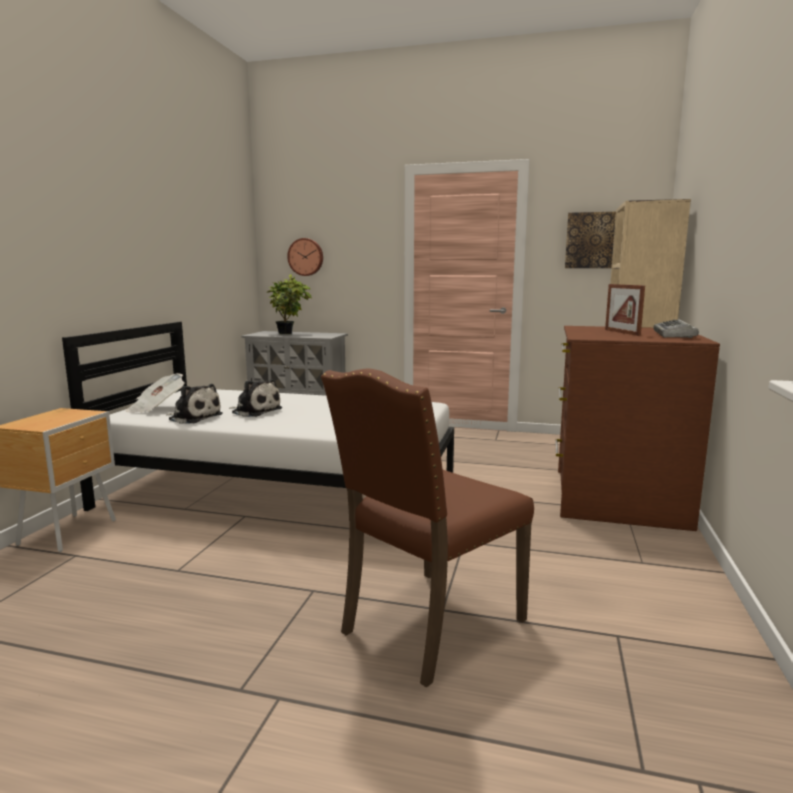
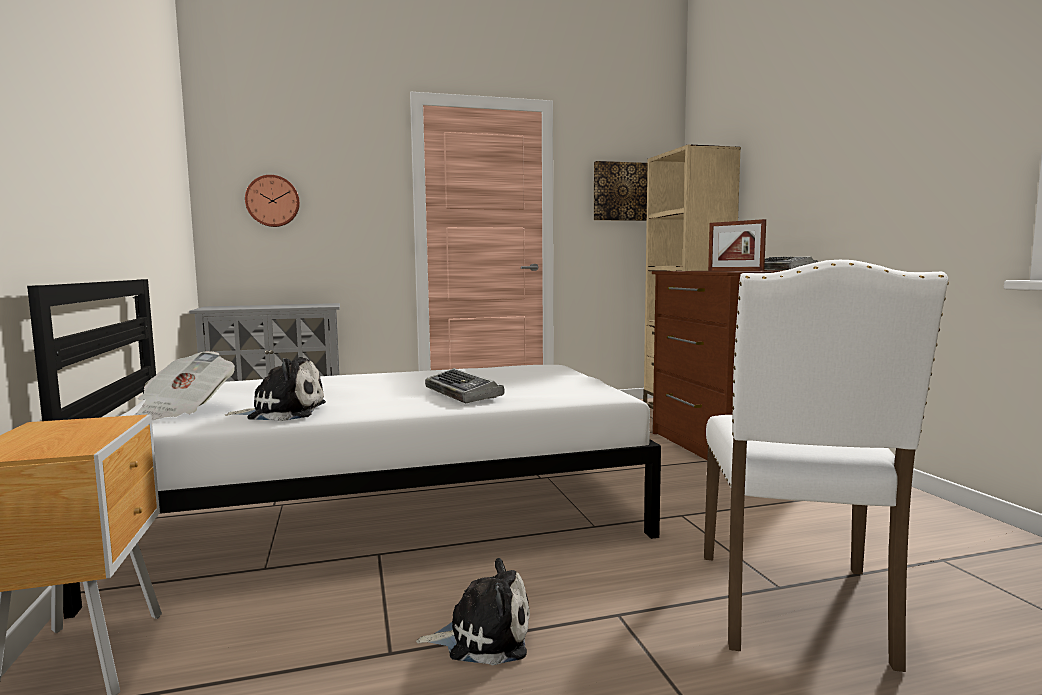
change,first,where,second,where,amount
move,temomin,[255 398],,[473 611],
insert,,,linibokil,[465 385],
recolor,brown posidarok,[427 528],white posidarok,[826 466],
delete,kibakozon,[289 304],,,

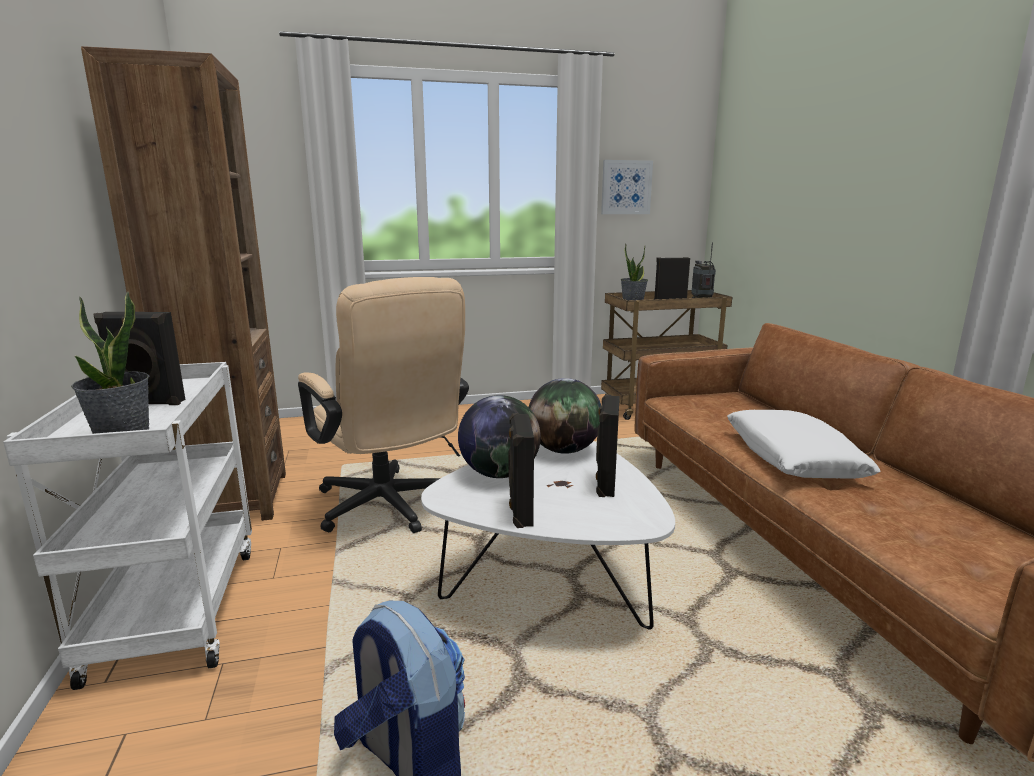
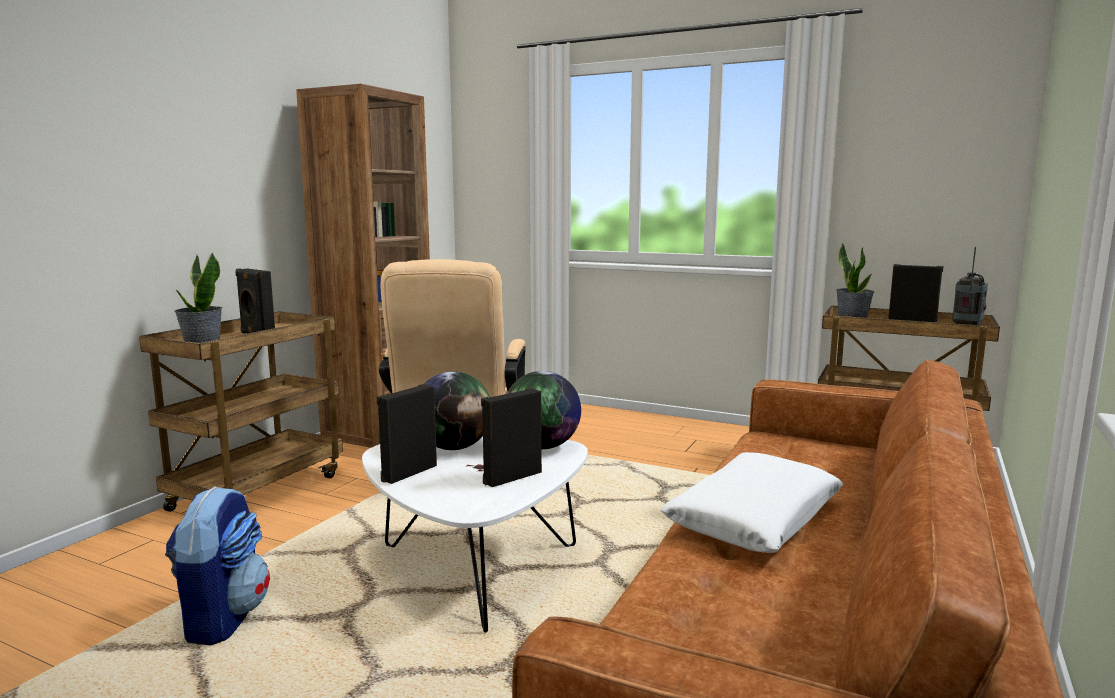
change,first,where,second,where,amount
recolor,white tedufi,[127 526],brown tedufi,[241 412],
delete,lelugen,[627 187],,,

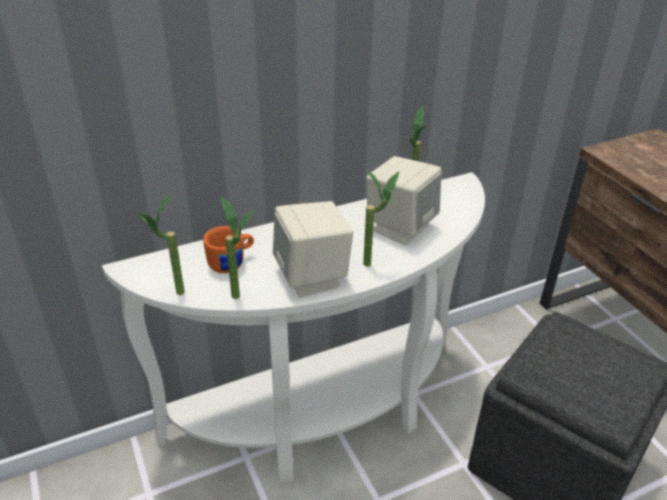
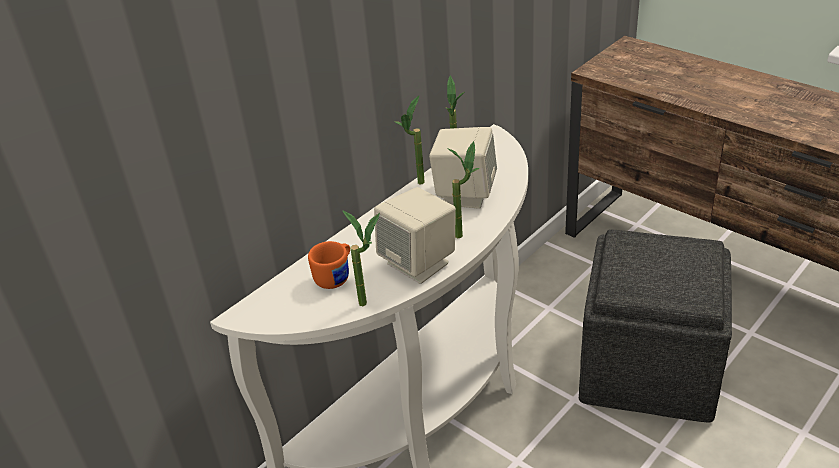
change,first,where,second,where,amount
move,kibakozon,[161 245],,[410 140],

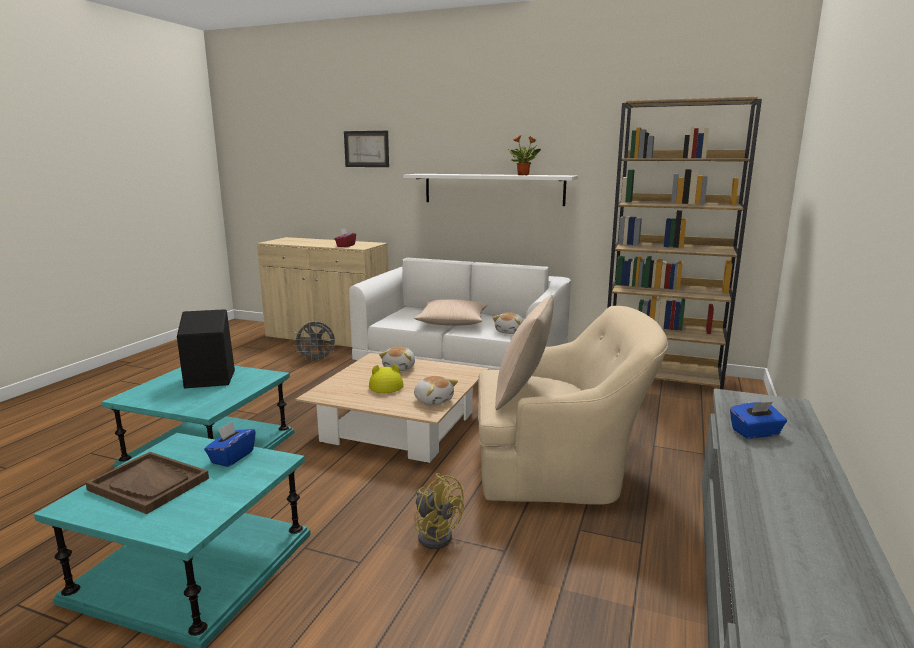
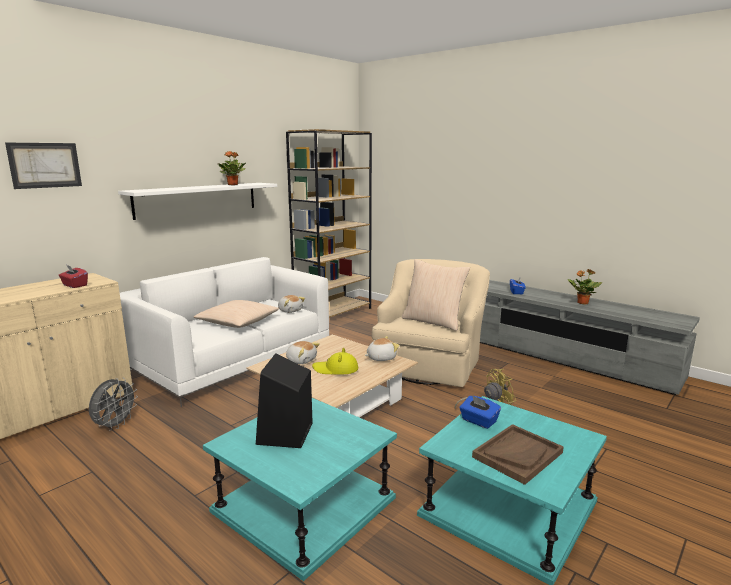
change,first,where,second,where,amount
insert,,,kibakozon,[585 287],

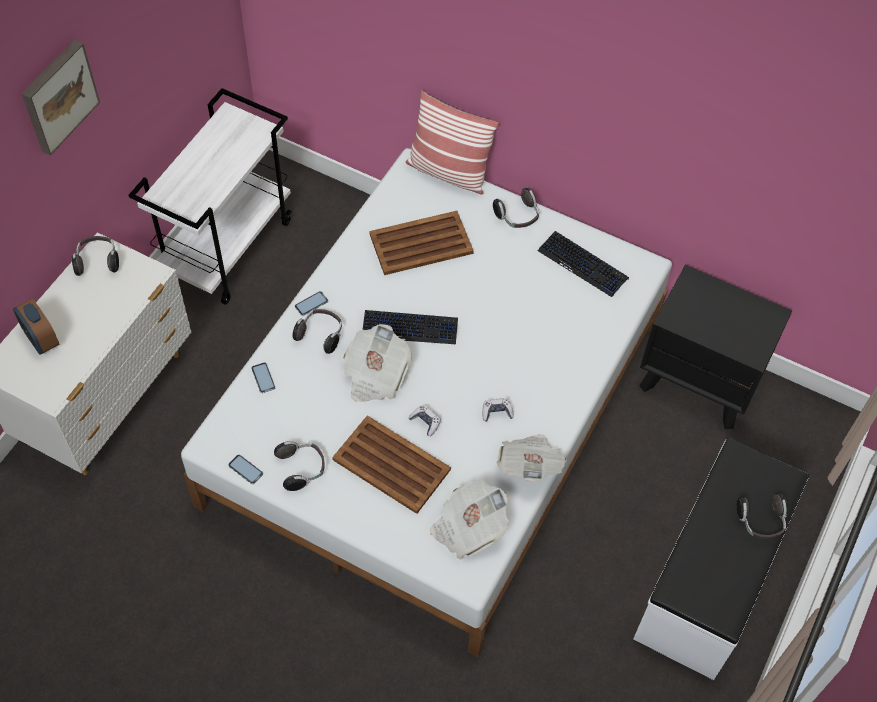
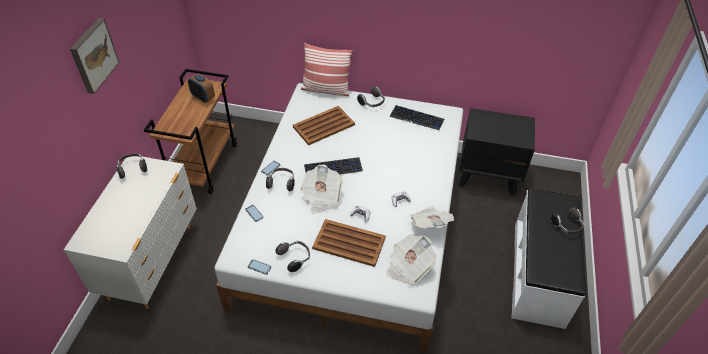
change,first,where,second,where,amount
recolor,white tedufi,[210 196],brown tedufi,[190 131],
move,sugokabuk,[36 326],,[201 88],

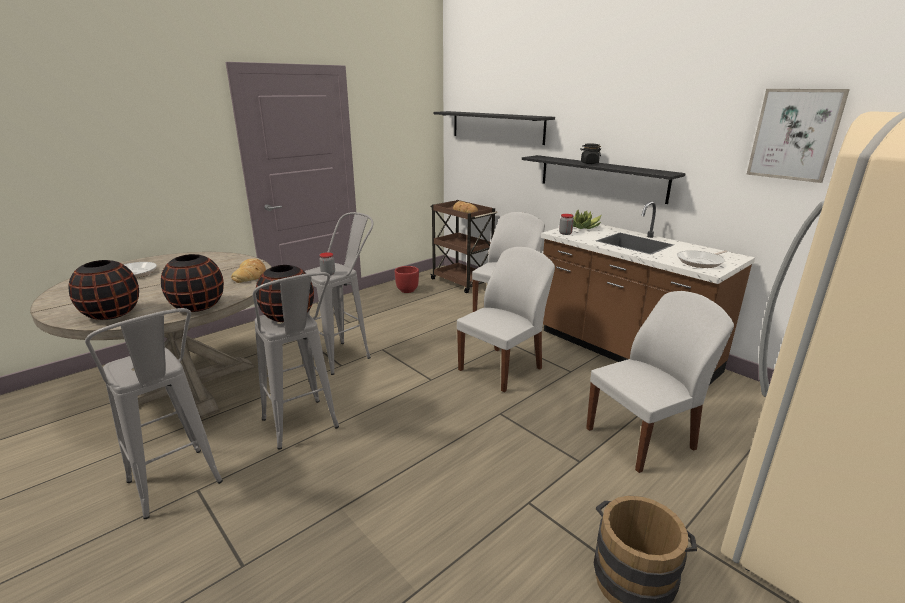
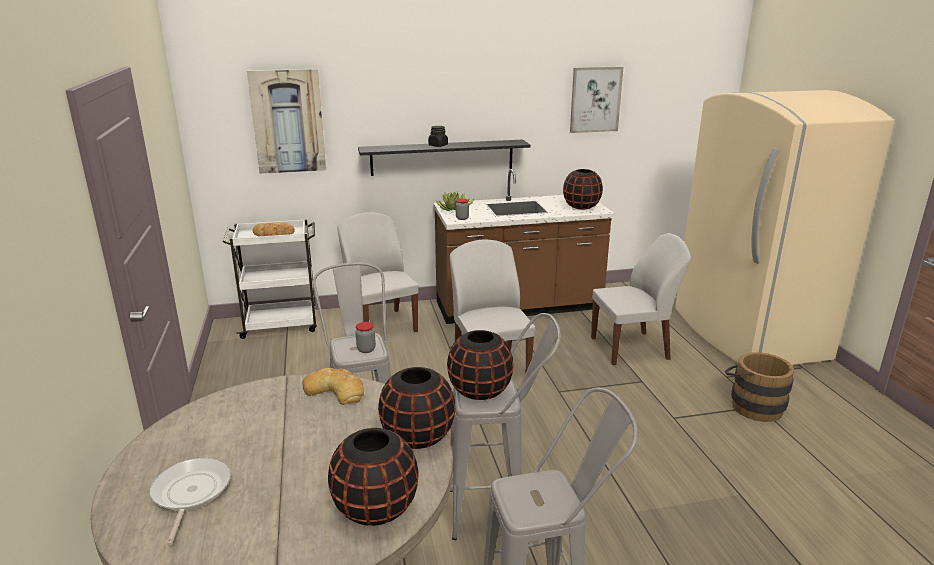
change,first,where,second,where,amount
recolor,brown tedufi,[464 246],white tedufi,[270 279],
replace,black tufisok,[494 128],lelugen,[286 121],
replace,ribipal,[702 259],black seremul,[583 189],
rotate,white posidarok,[660 382],,[641 299],75 degrees clockwise
delete,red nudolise,[407 279],,,

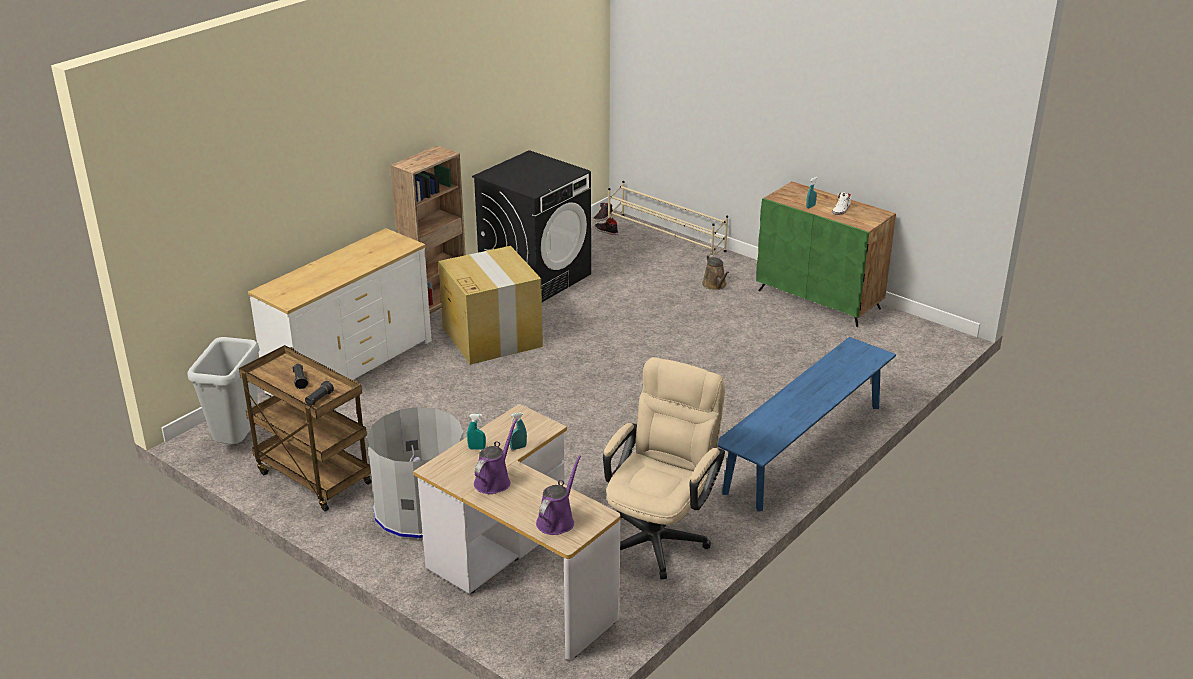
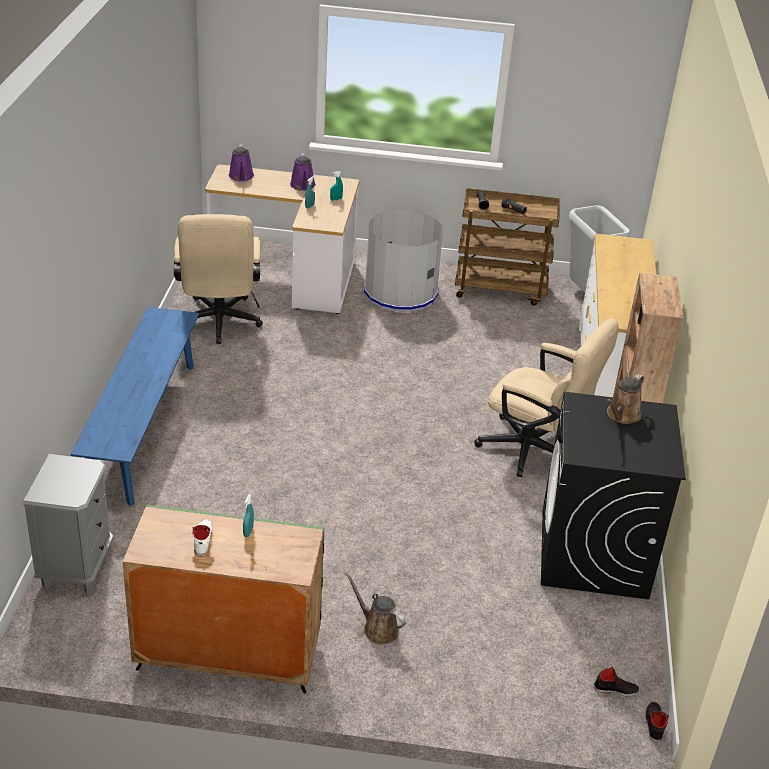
change,first,where,second,where,amount
insert,,,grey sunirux,[68 524],
replace,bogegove,[490 305],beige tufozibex,[546 397],
insert,,,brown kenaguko,[625 399],
delete,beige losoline,[668 218],,,

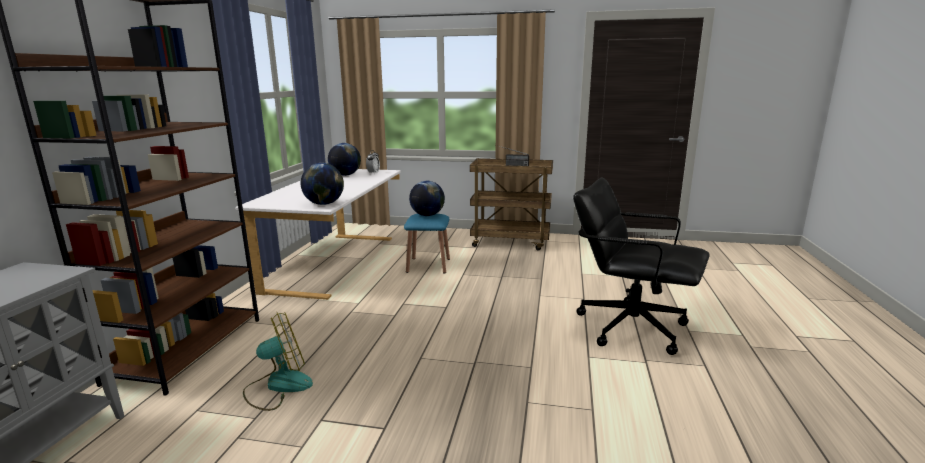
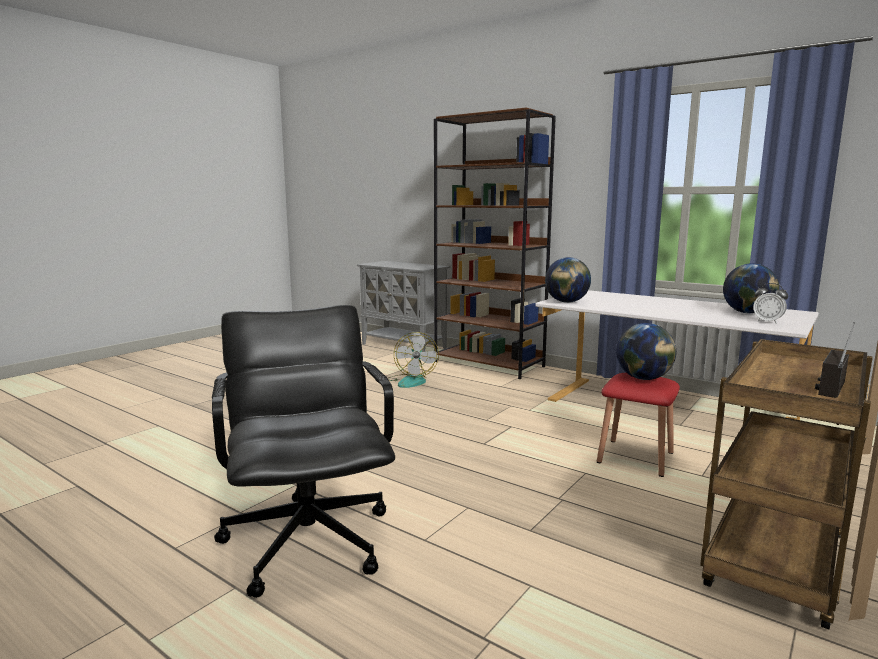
change,first,where,second,where,amount
rotate,black tufozibex,[641 266],,[303 451],75 degrees counterclockwise
recolor,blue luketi,[427 243],red luketi,[638 425],

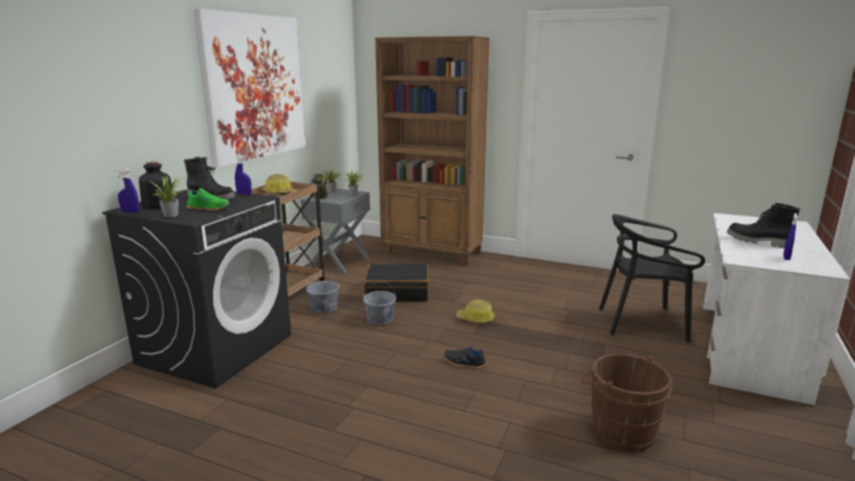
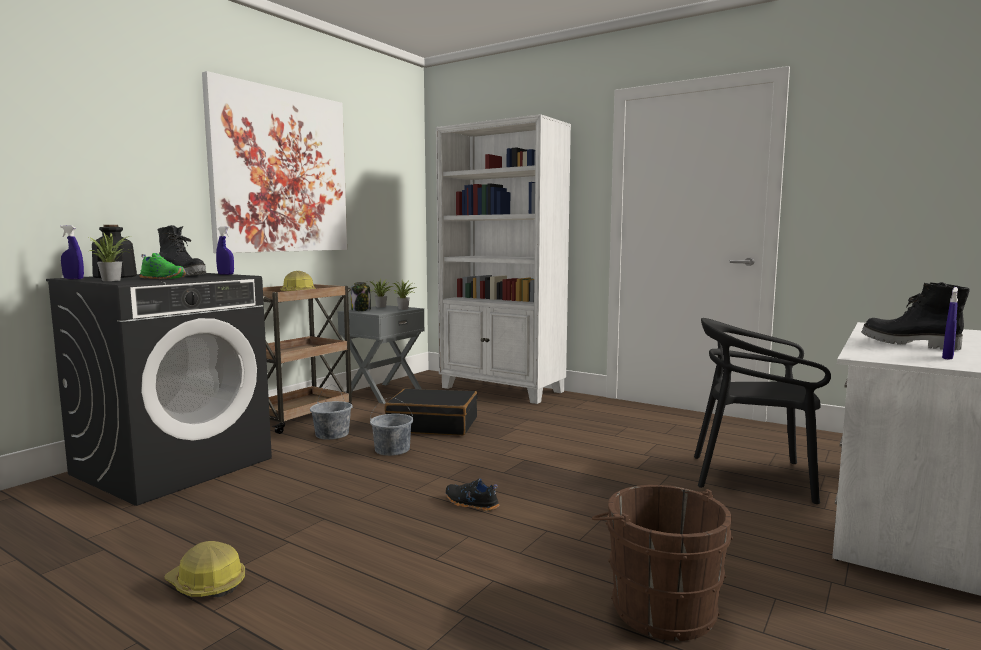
change,first,where,second,where,amount
move,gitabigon,[475 311],,[204 569],
recolor,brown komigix,[432 151],white komigix,[503 259],

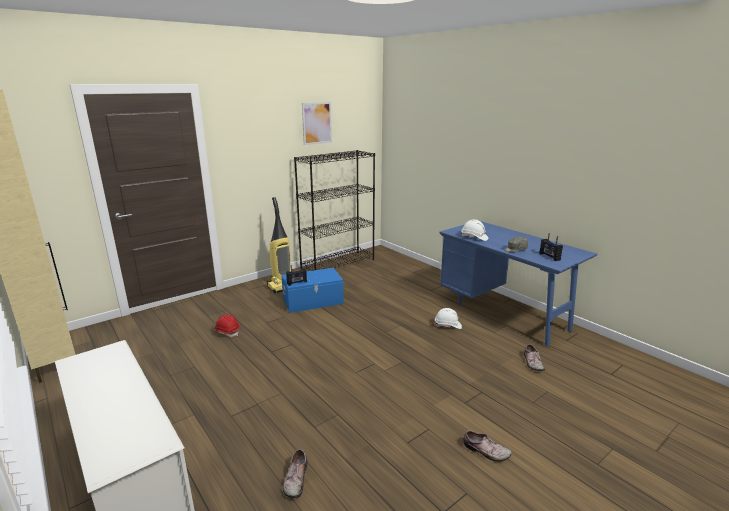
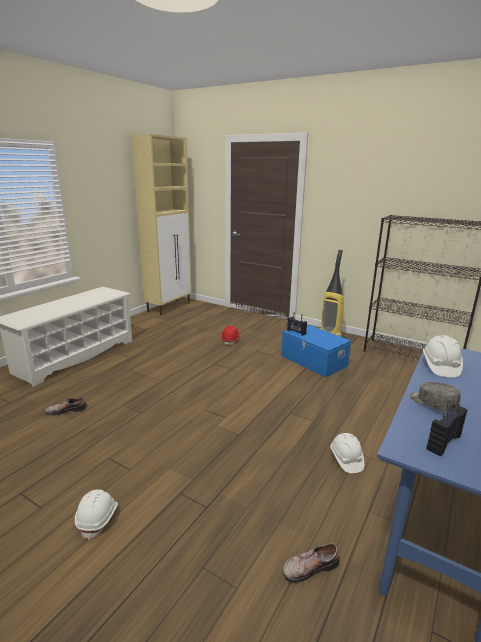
change,first,where,second,where,amount
replace,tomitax,[487 446],white gitabigon,[96 514],
delete,lelugen,[317 123],,,

